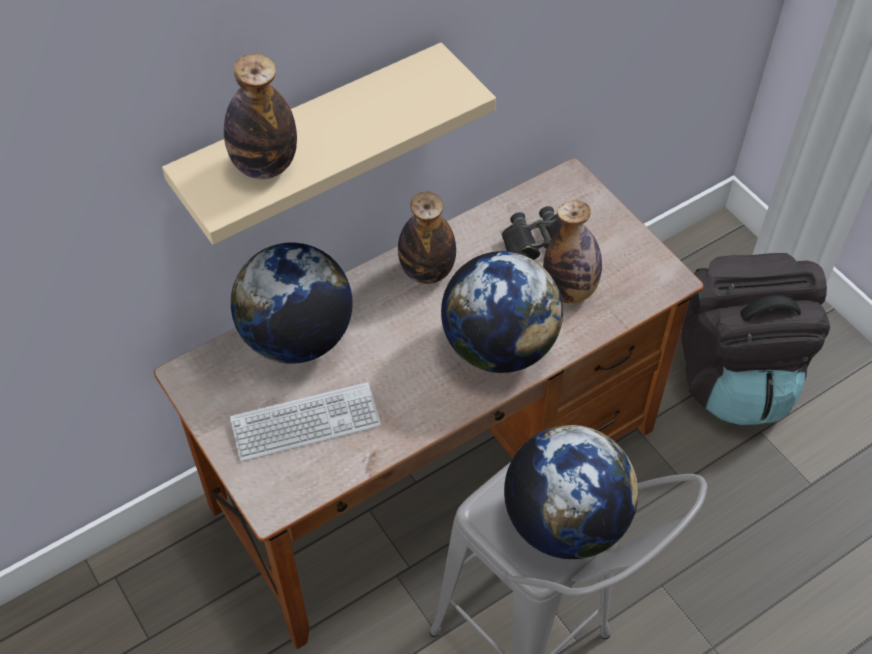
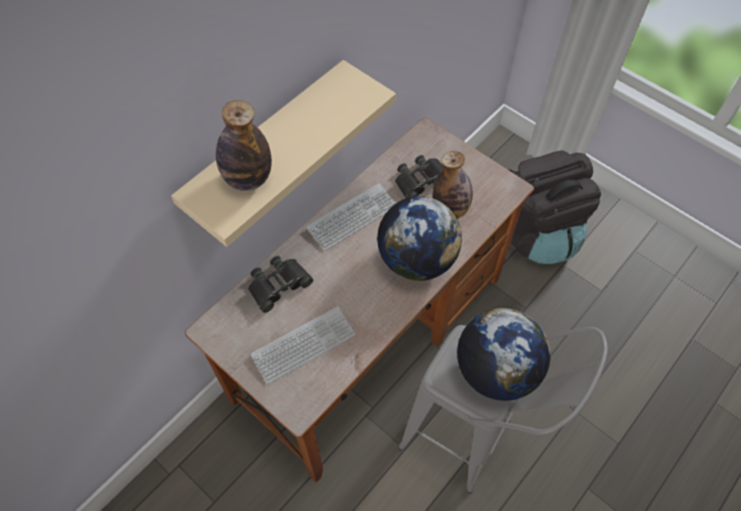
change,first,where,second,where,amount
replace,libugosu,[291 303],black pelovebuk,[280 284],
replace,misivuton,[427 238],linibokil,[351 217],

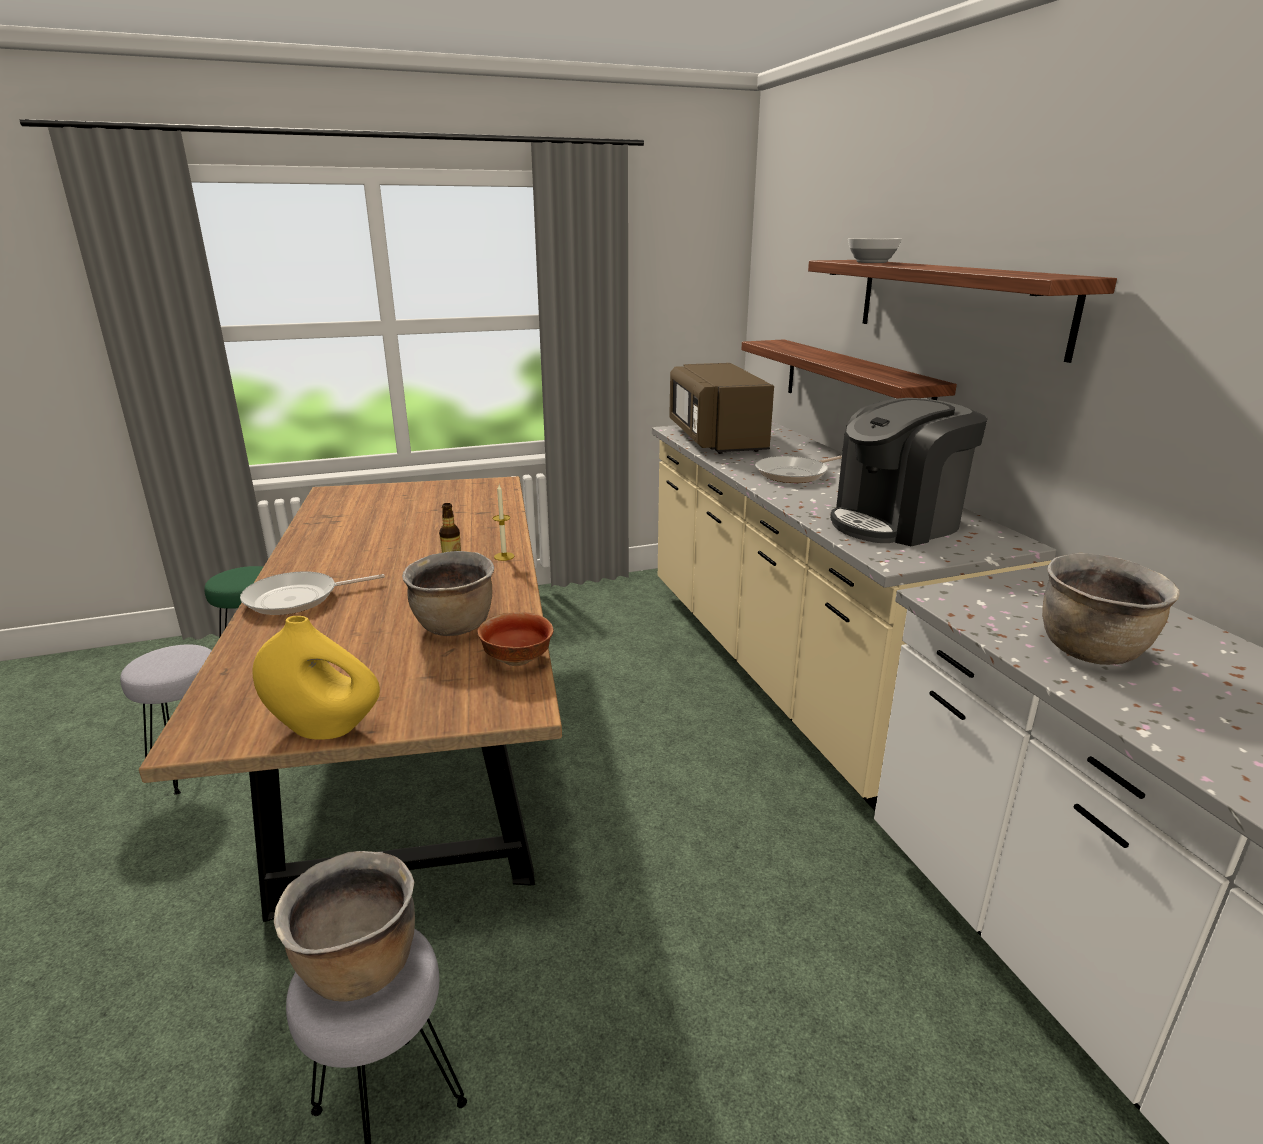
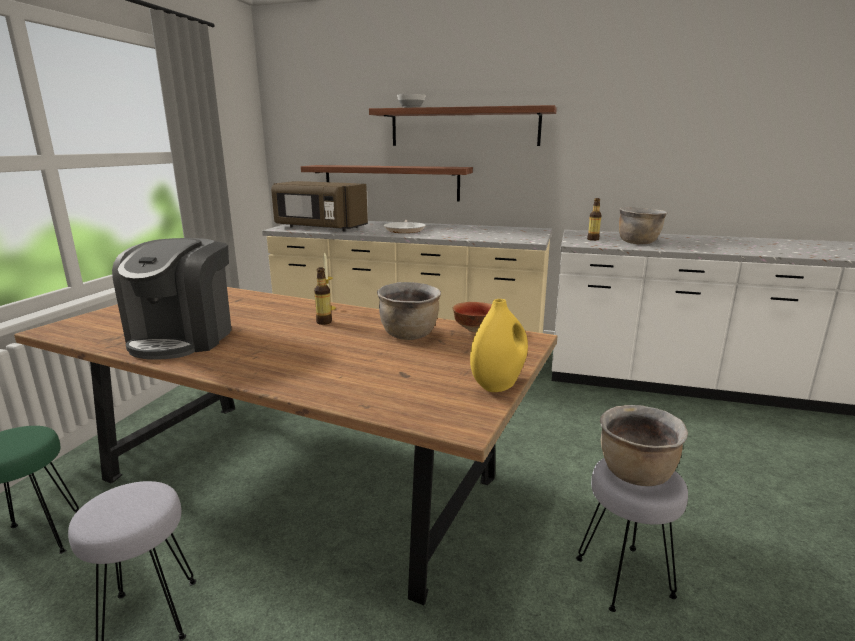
change,first,where,second,where,amount
move,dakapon,[909 472],,[172 299],
insert,,,misivuton,[594 219],
delete,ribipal,[312 593],,,

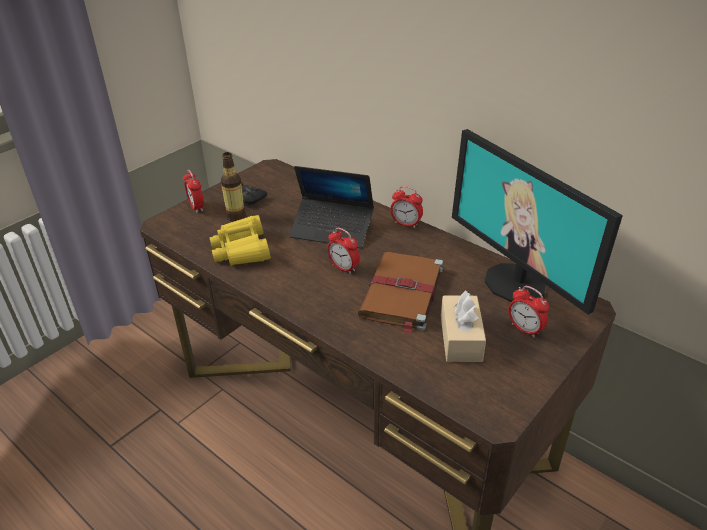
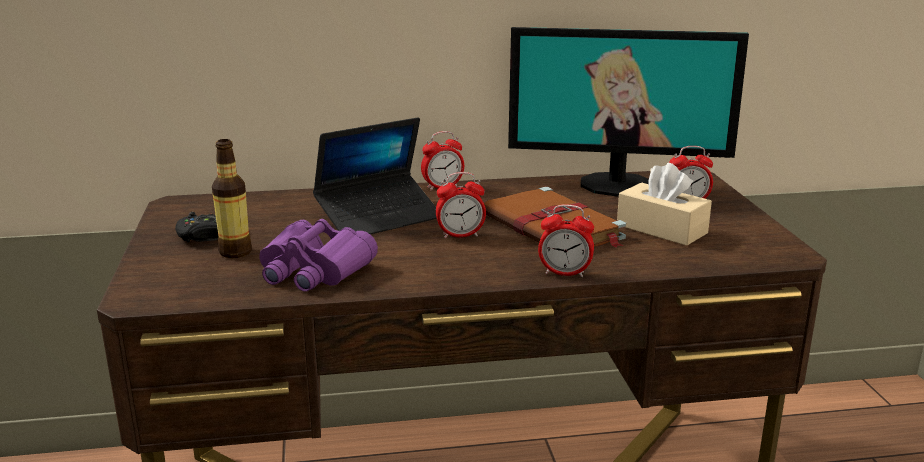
change,first,where,second,where,amount
recolor,yellow pelovebuk,[240 240],purple pelovebuk,[318 255],
move,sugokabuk,[193 191],,[566 240],

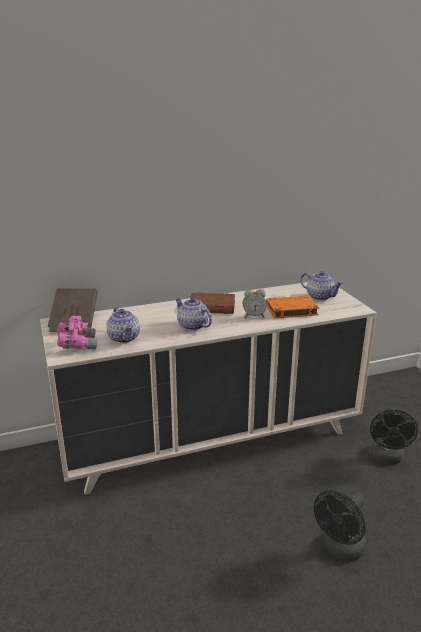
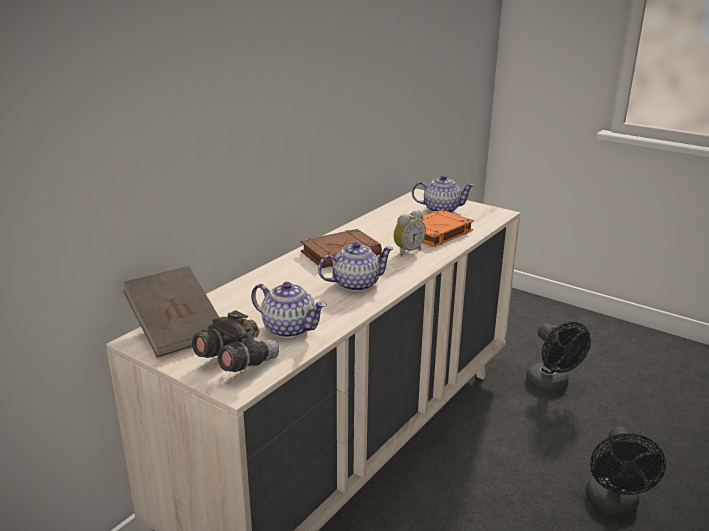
change,first,where,second,where,amount
recolor,pink pelovebuk,[77 333],grey pelovebuk,[235 341],
rotate,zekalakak,[193 314],,[356 267],150 degrees clockwise

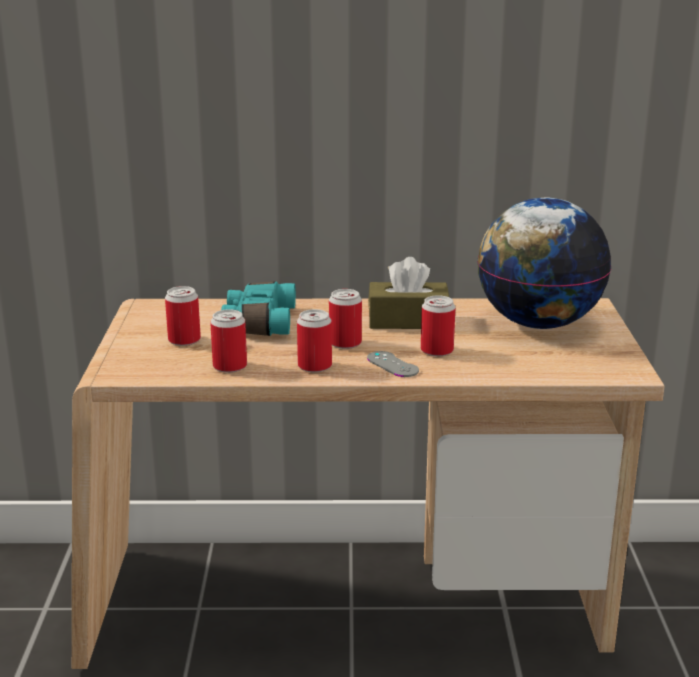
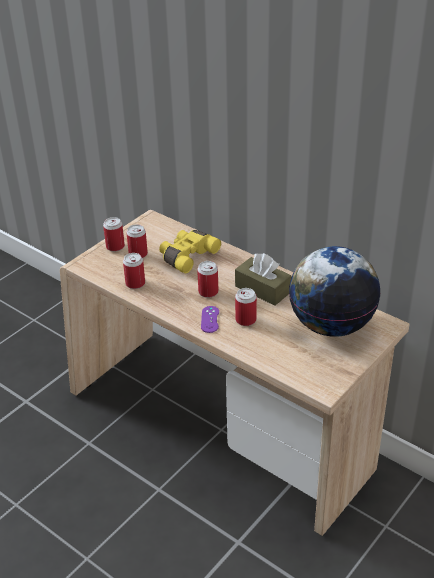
change,first,where,second,where,amount
move,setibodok,[314 340],,[114 234],
recolor,turquoise pelovebuk,[258 308],yellow pelovebuk,[190 251],
recolor,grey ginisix,[393 364],purple ginisix,[210 319],

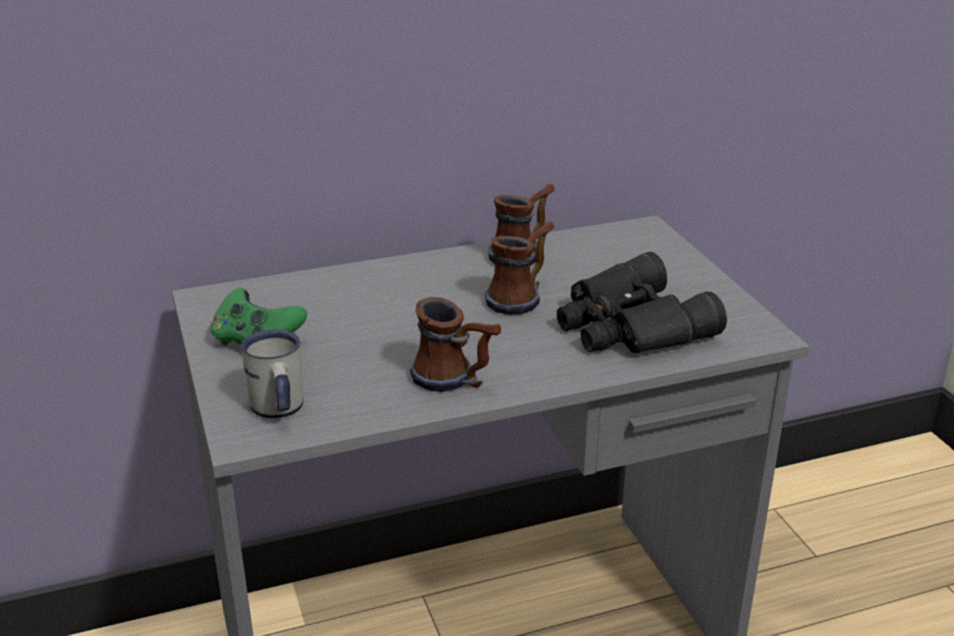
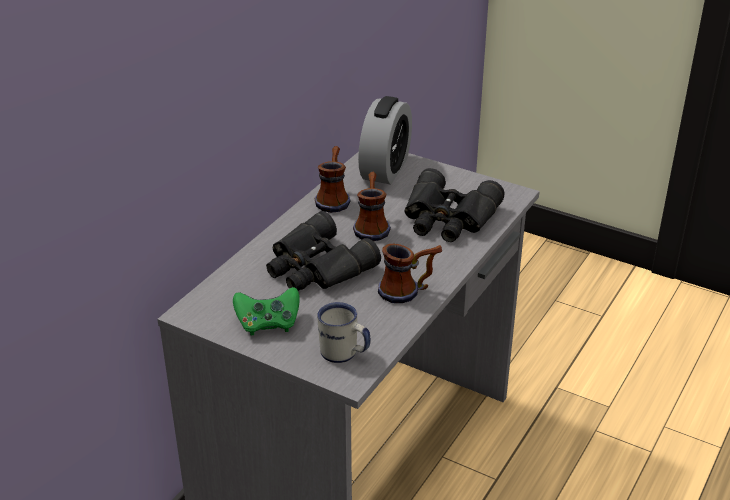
change,first,where,second,where,amount
insert,,,black pelovebuk,[323 251],
insert,,,sugokabuk,[385 140],

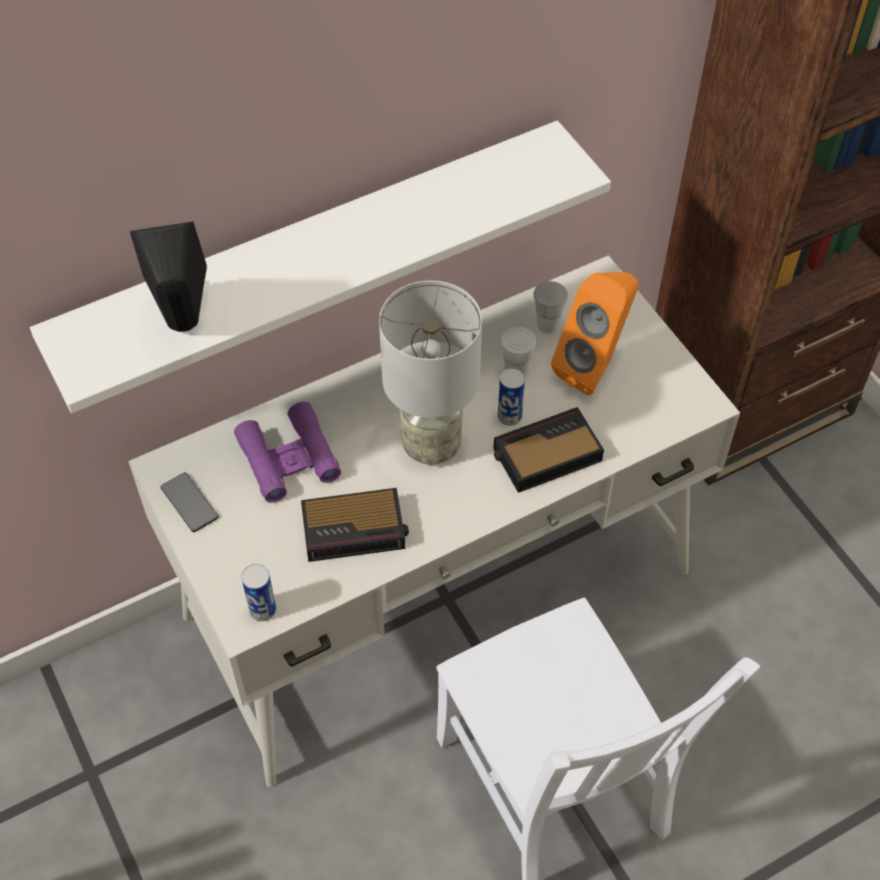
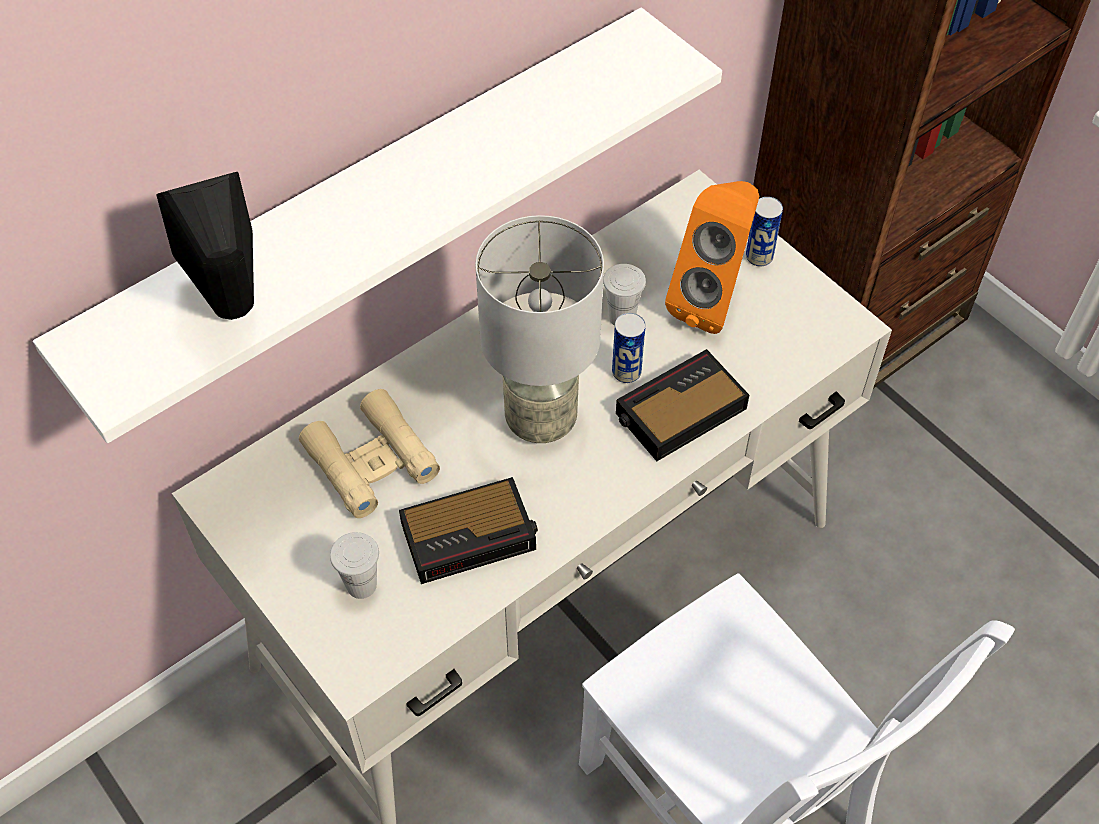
change,first,where,second,where,amount
recolor,purple pelovebuk,[287 452],beige pelovebuk,[369 453],
move,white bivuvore,[550 307],,[354 565],
move,setibodok,[258 592],,[764 231],
delete,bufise,[190 502],,,

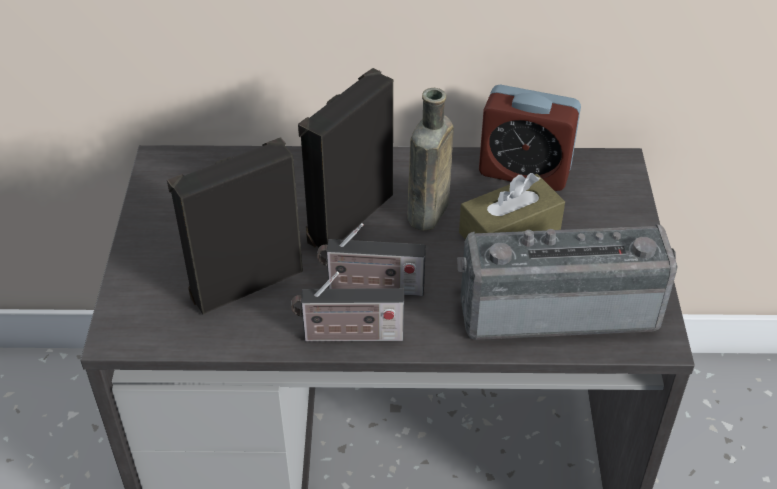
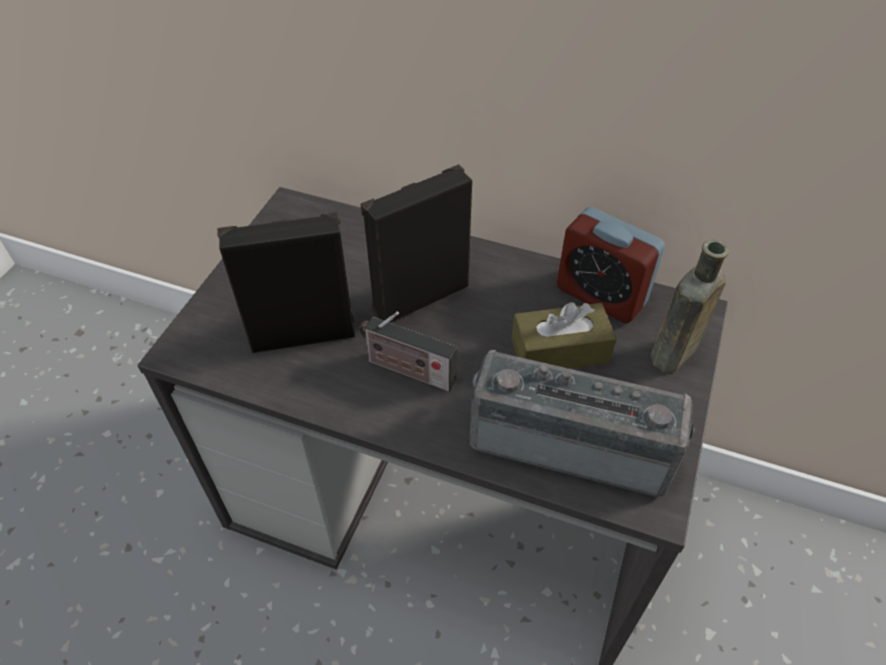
change,first,where,second,where,amount
move,brown misivuton,[430 159],,[690 306],
delete,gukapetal,[347 306],,,

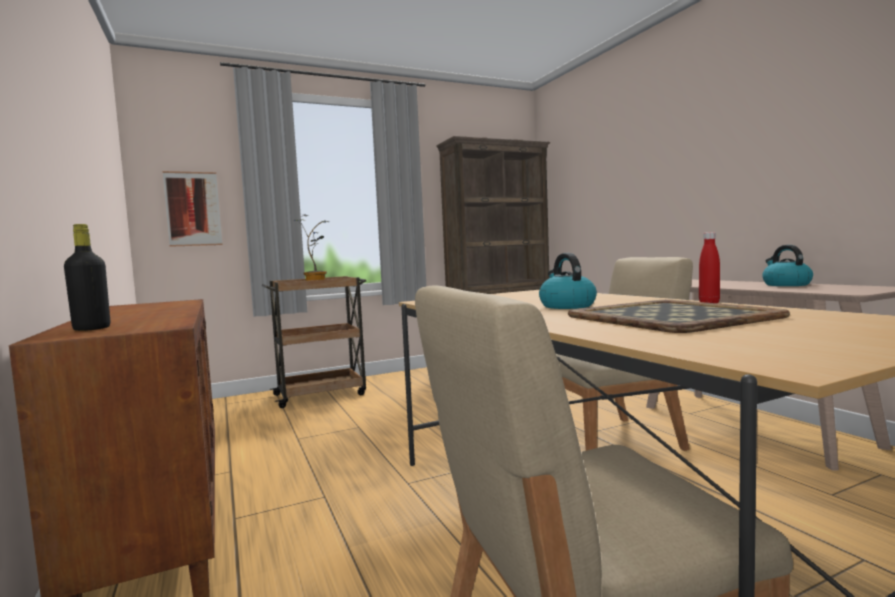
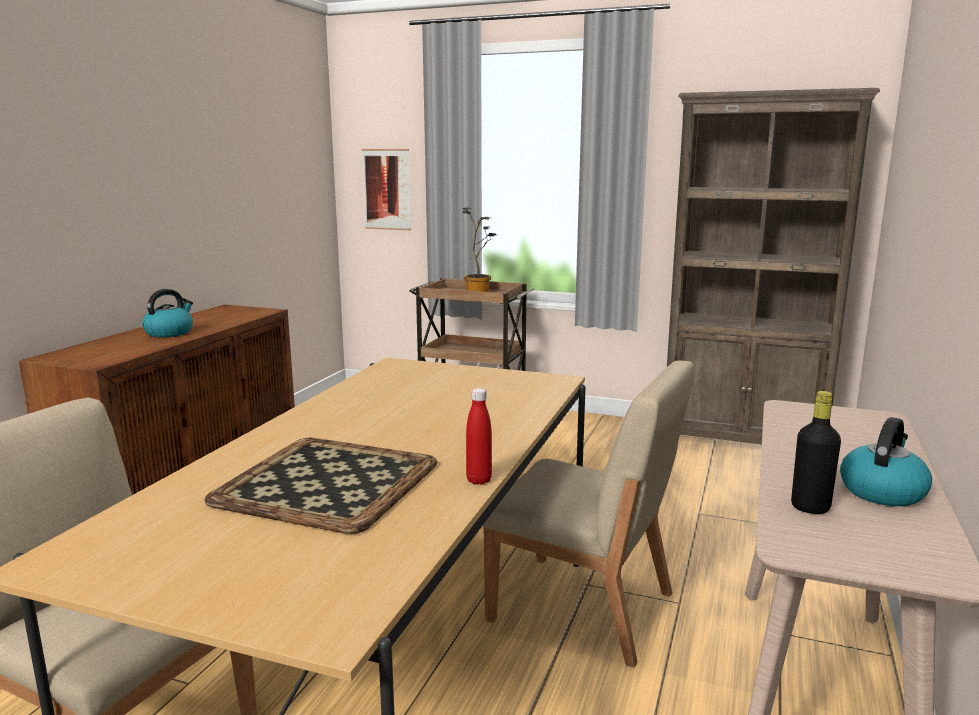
change,first,where,second,where,amount
move,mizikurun,[568 281],,[167 313],
move,black misivuton,[87 277],,[816 452],

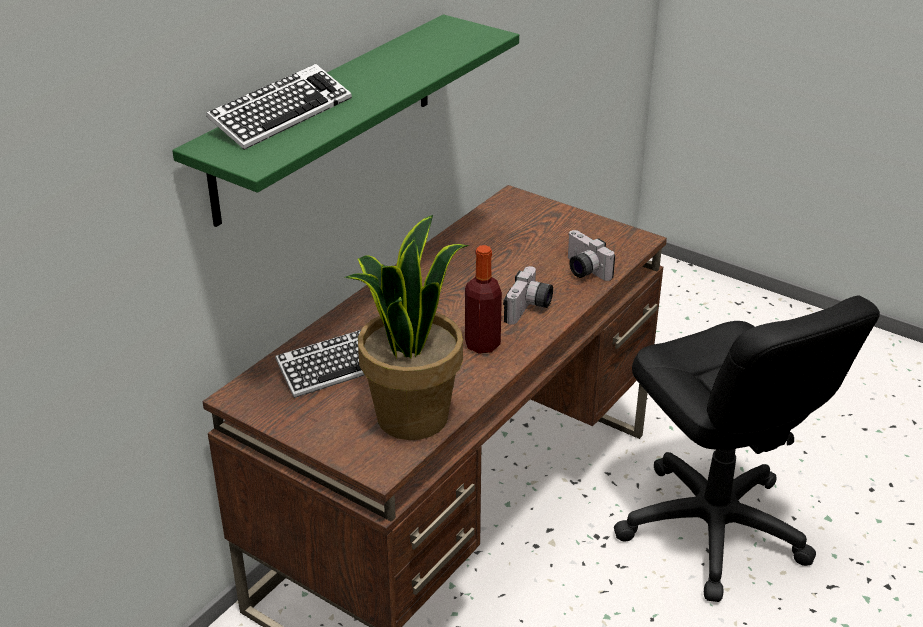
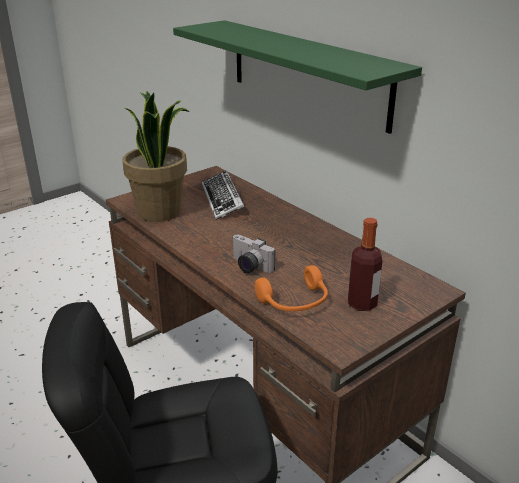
change,first,where,second,where,amount
replace,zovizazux,[591 255],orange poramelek,[291 288],
move,misivuton,[483 299],,[365 264],
delete,linibokil,[279 107],,,

